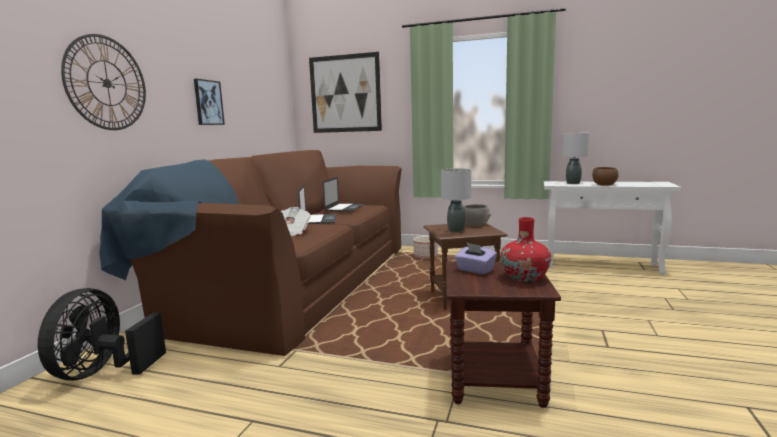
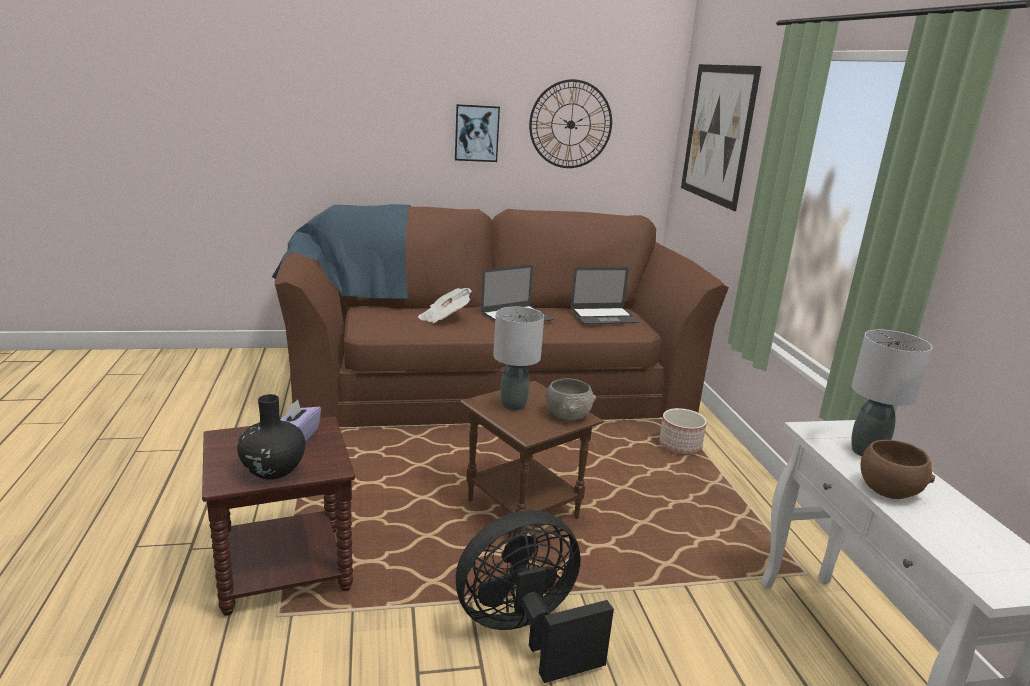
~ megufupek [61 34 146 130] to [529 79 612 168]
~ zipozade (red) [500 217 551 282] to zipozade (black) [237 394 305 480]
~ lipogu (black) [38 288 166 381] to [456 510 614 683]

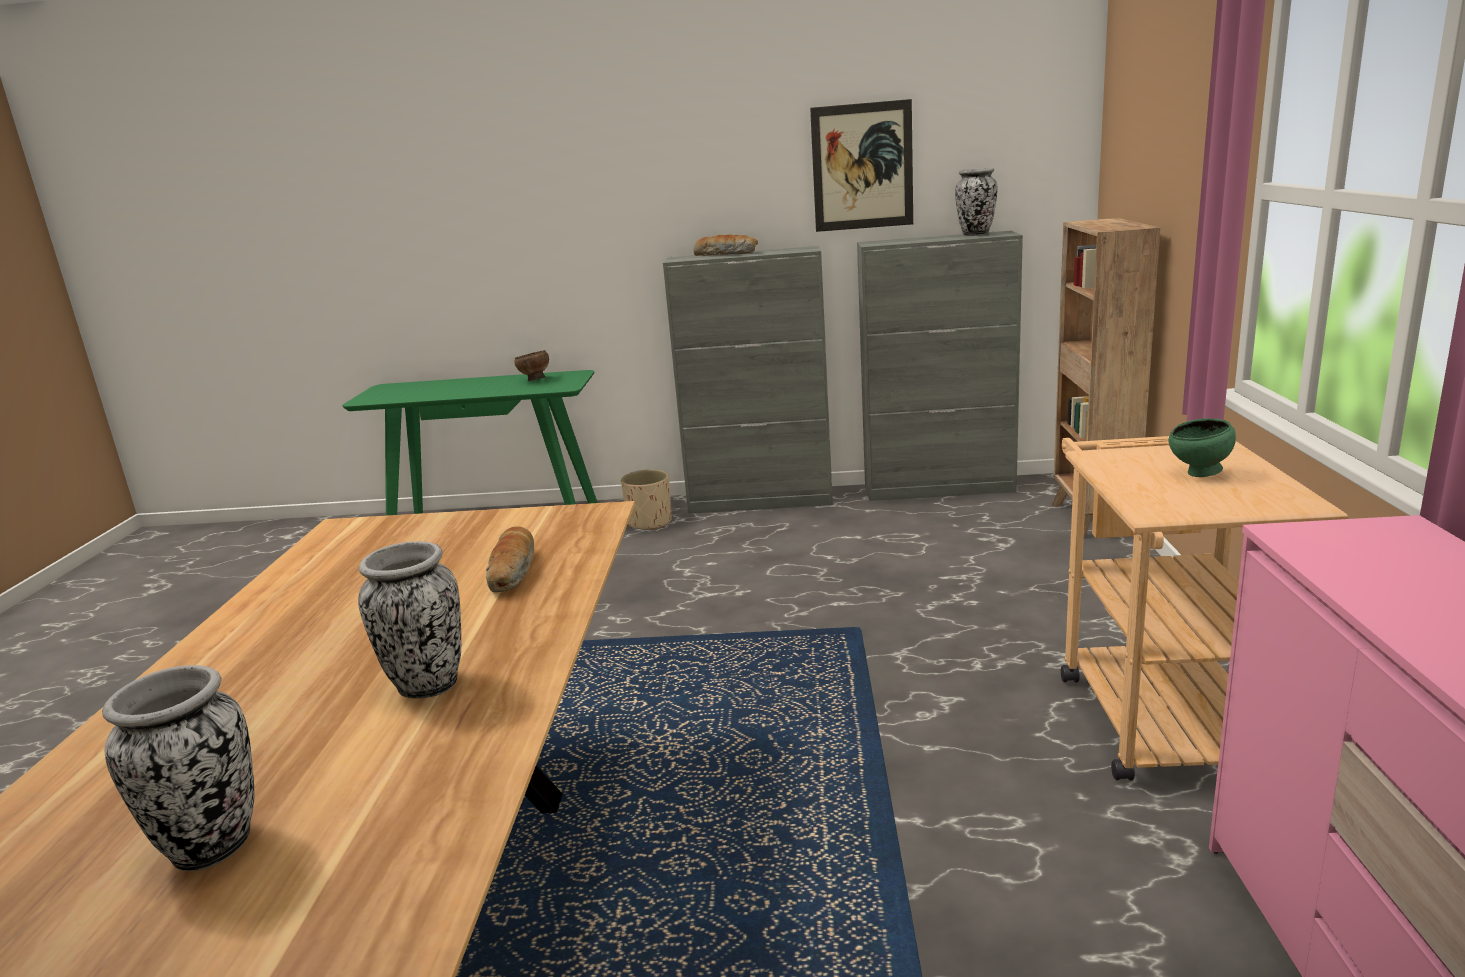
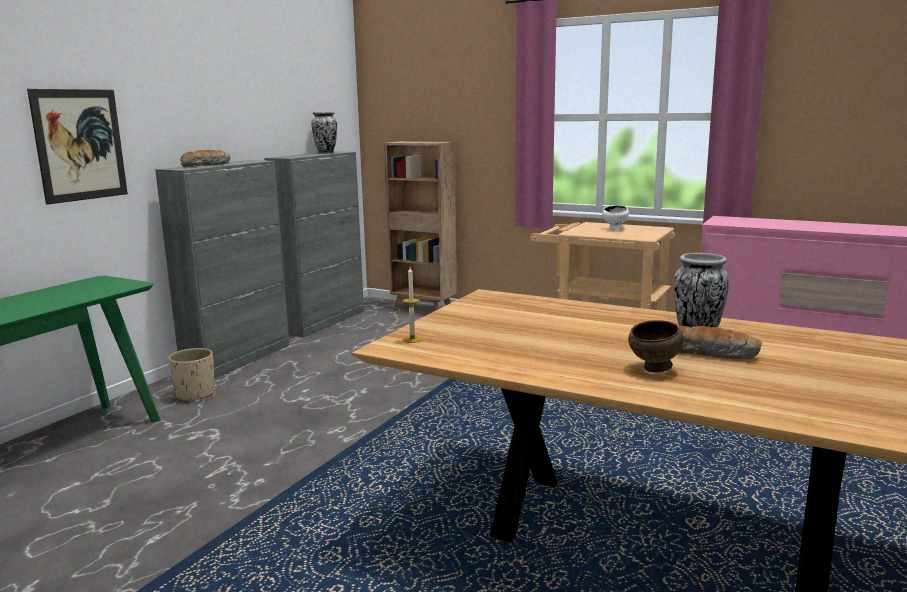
~ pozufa [810 99 913 232] to [27 89 128 205]
~ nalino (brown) [514 350 549 381] to [628 320 683 373]
~ nalino (green) [1169 418 1236 477] to nalino (white) [602 205 629 230]
~ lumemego [486 526 534 593] to [678 326 762 359]
- zipozade [102 665 255 871]
+ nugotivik [403 267 422 343]

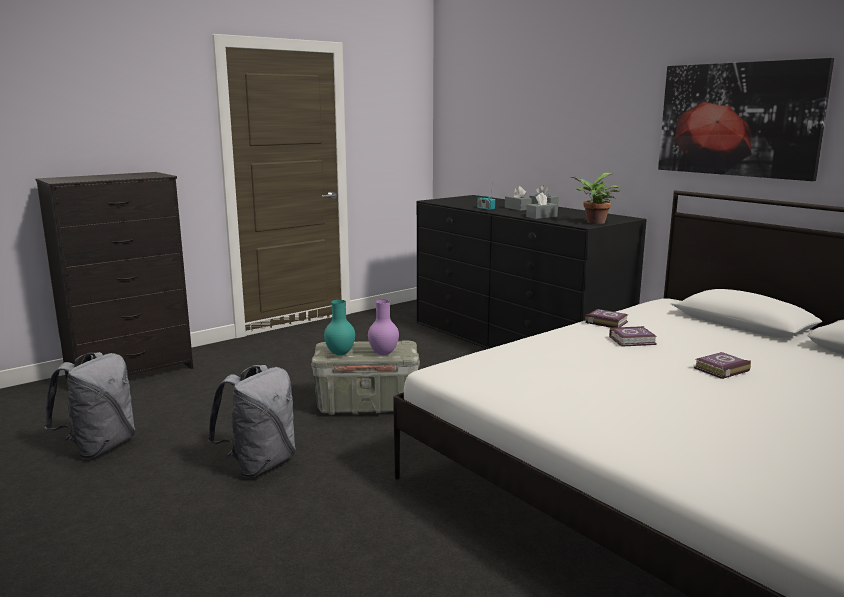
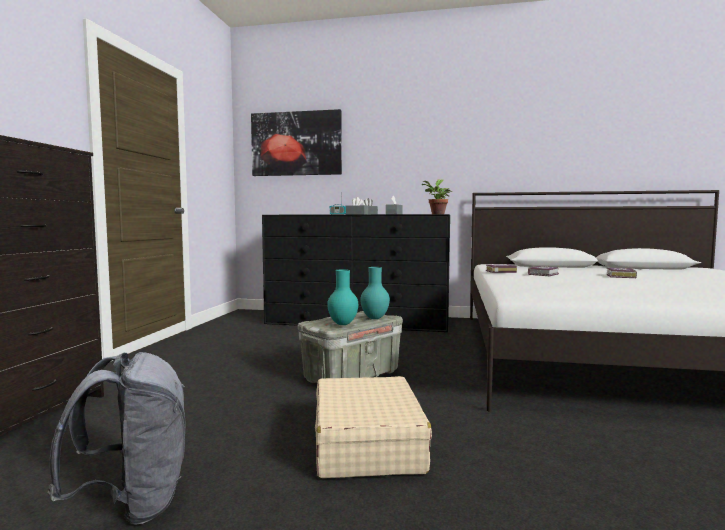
~ pozufa [658 58 834 181] to [251 109 342 176]
~ zipozade (purple) [368 300 399 355] to zipozade (turquoise) [360 267 390 319]
~ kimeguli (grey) [207 365 296 477] to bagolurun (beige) [315 376 432 478]

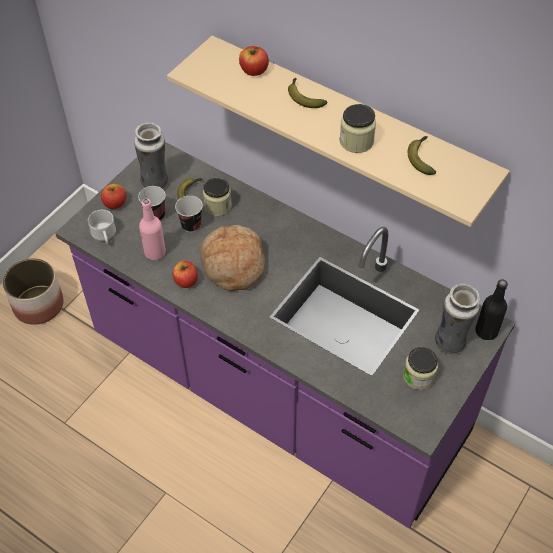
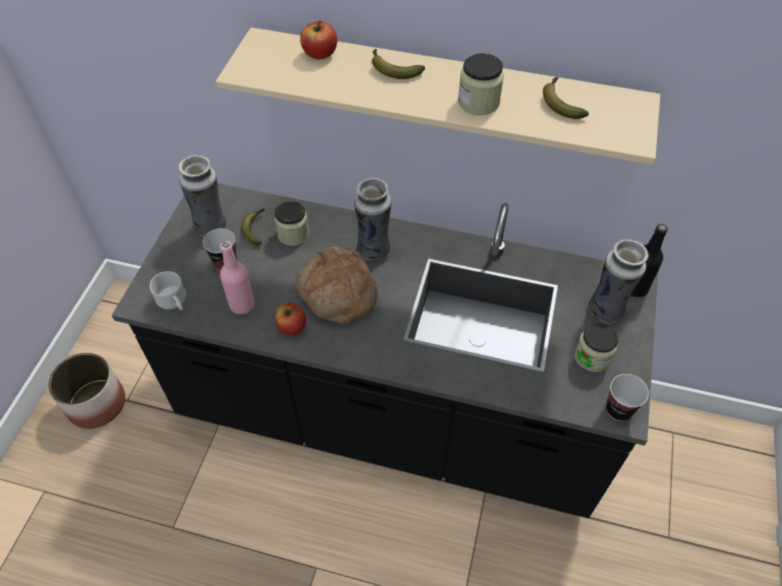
~ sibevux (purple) [55 142 515 528] to sibevux (black) [111 183 658 518]
- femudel [101 184 127 209]
~ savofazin [175 196 203 232] to [606 374 649 421]
+ zipozade [354 178 392 262]

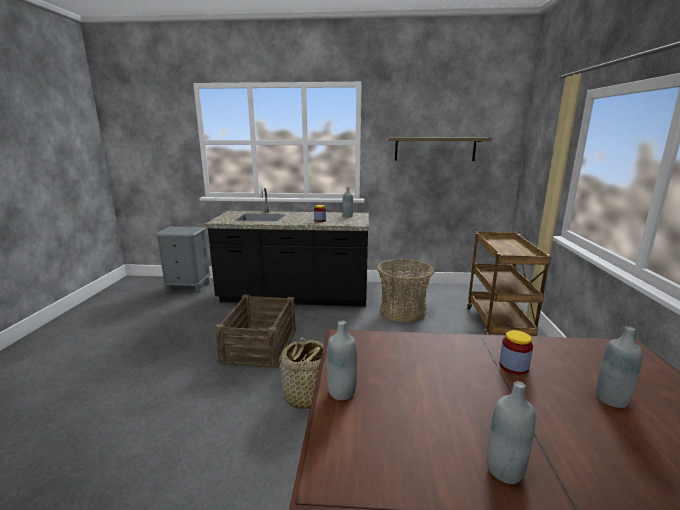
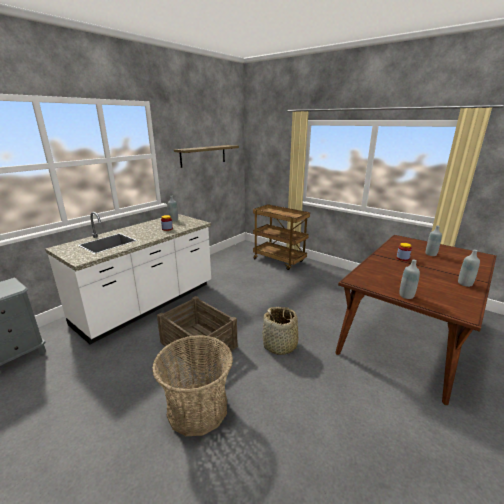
~ sibevux (black) [205 187 369 307] to sibevux (white) [45 212 211 344]
~ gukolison [377 259 434 323] to [152 335 233 436]

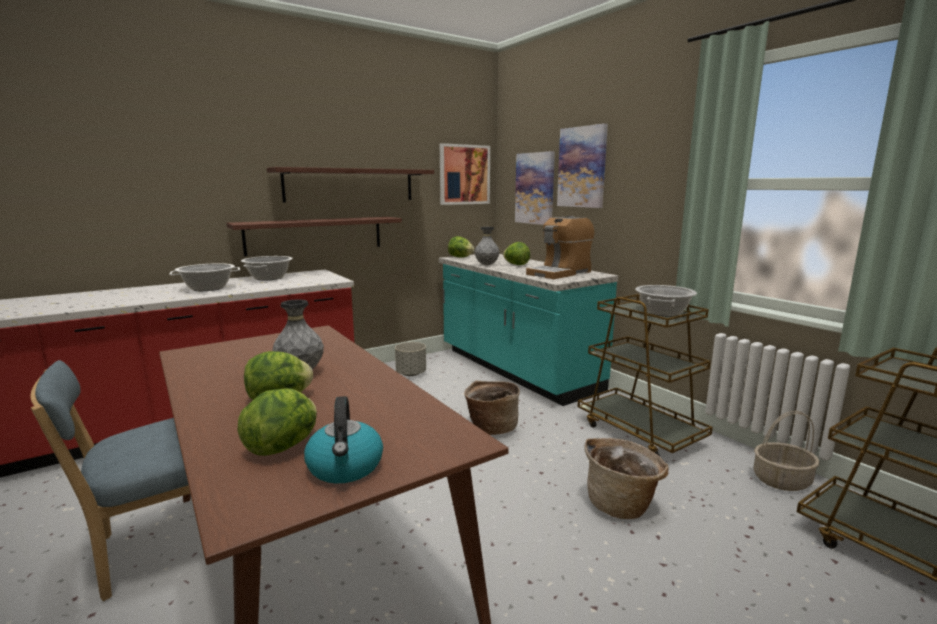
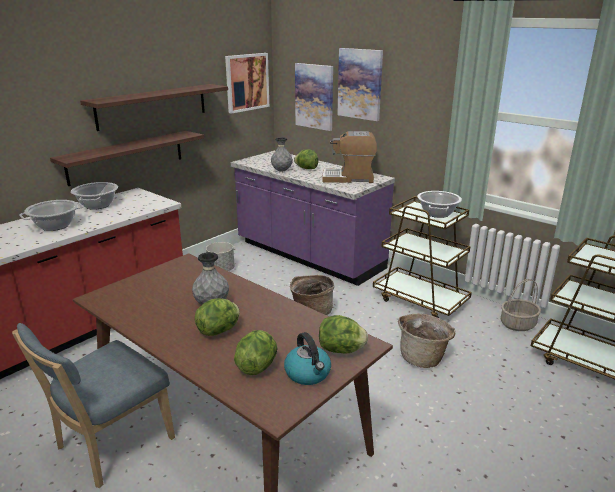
~ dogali [526 216 594 279] = [322 131 377 183] 60 degrees clockwise
~ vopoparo [448 236 474 258] to [319 315 368 353]
~ sibevux (turquoise) [439 254 618 406] to sibevux (purple) [231 151 395 286]

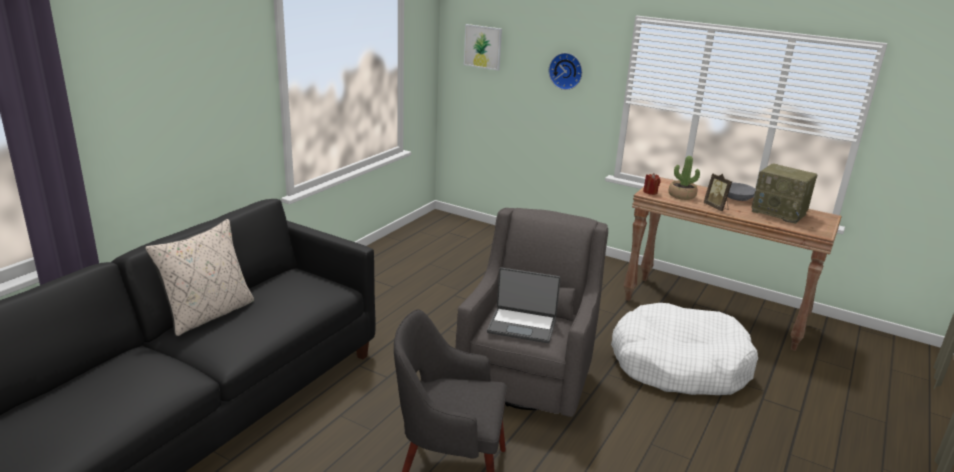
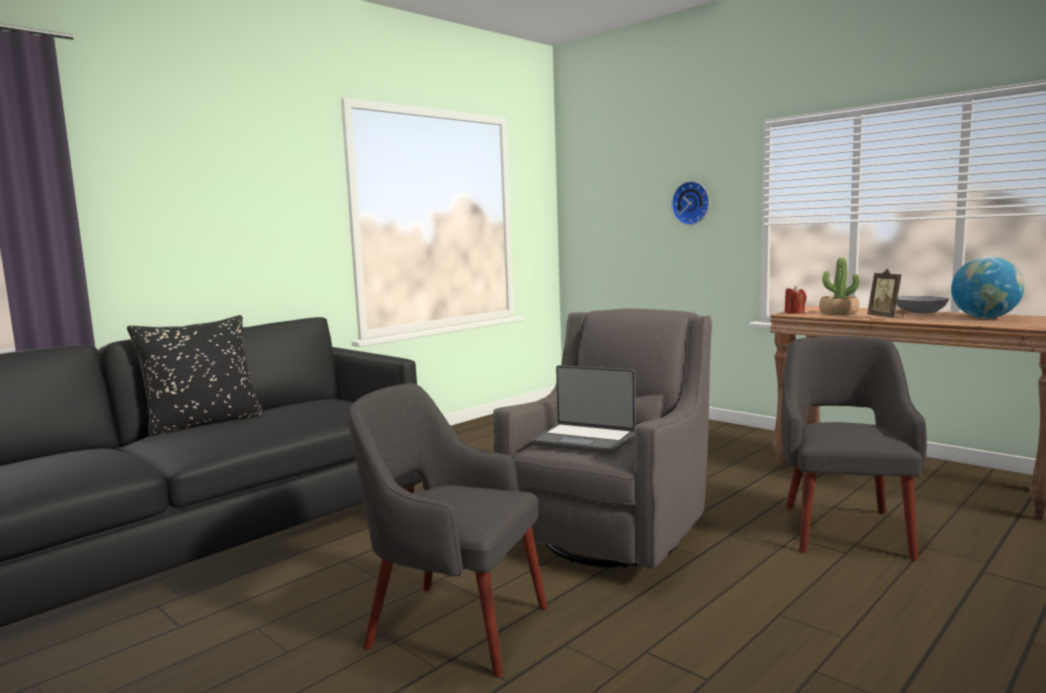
- pozufa [464 24 502 71]
~ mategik [751 163 817 224] to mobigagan [951 257 1024 319]
~ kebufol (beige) [145 219 254 336] to kebufol (black) [127 315 264 437]
~ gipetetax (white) [611 303 758 395] to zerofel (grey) [781 336 927 560]

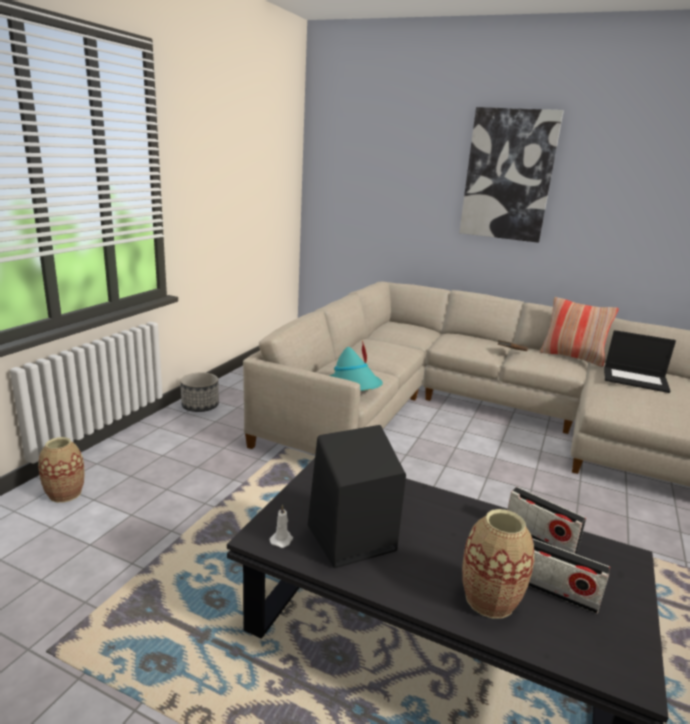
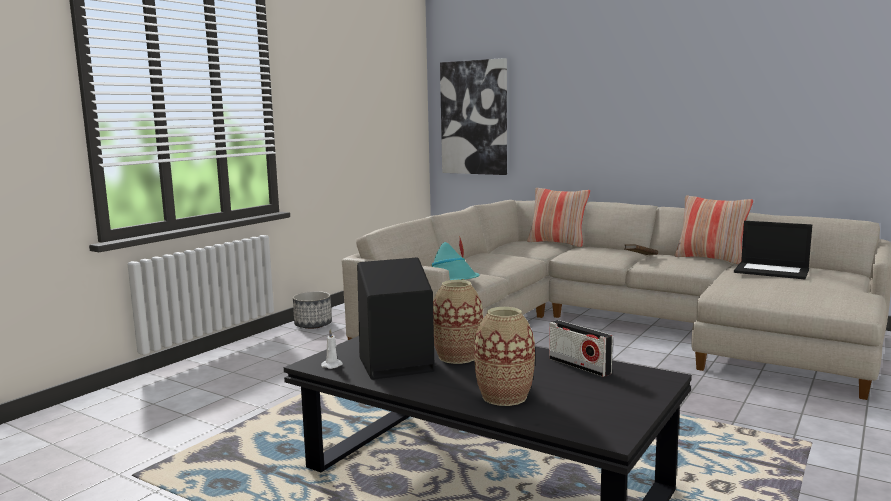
~ pozufa [459 107 564 243] to [440 58 507 175]
~ zipozade [38 437 85 503] to [433 280 483 364]
- mategik [528 538 610 614]
+ kebufol [527 188 590 247]

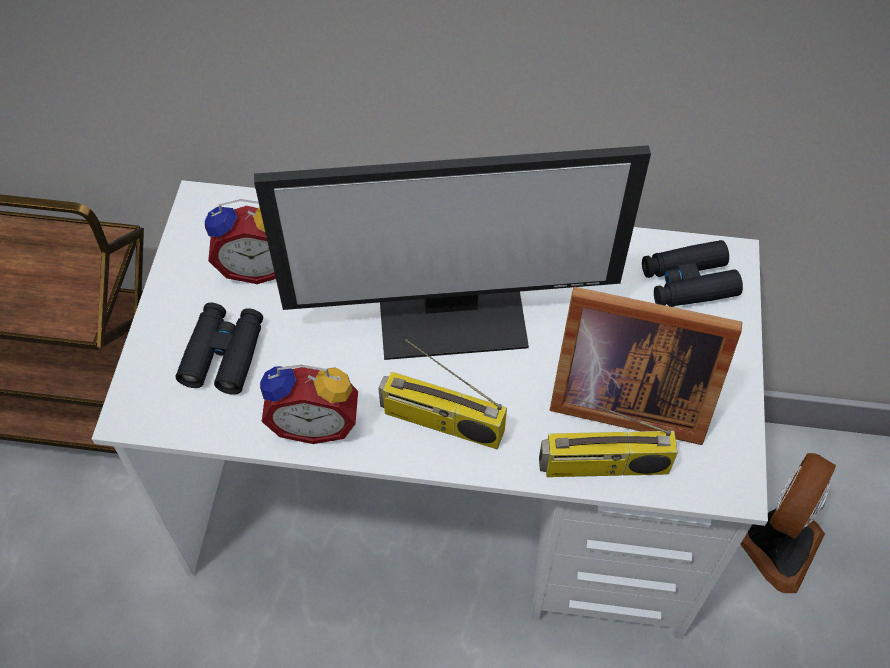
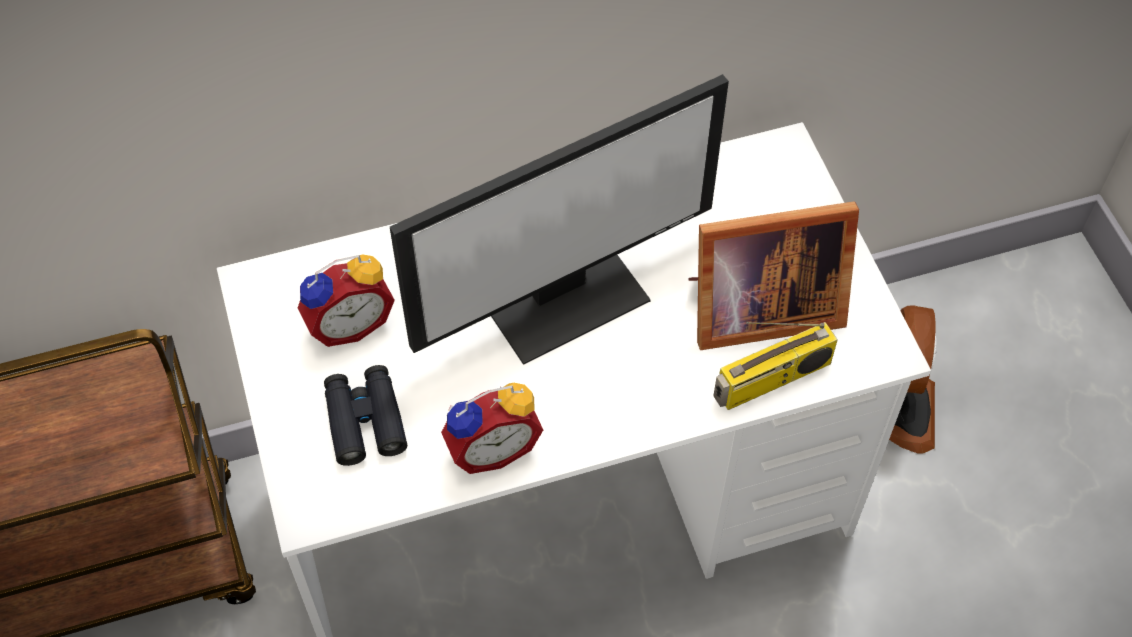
- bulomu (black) [642 240 743 307]
- mategik [378 339 507 449]

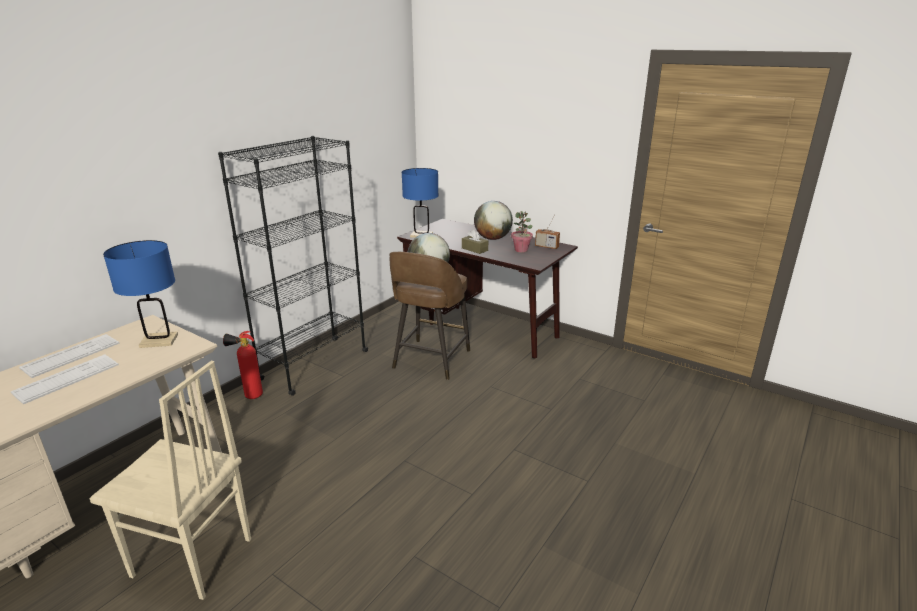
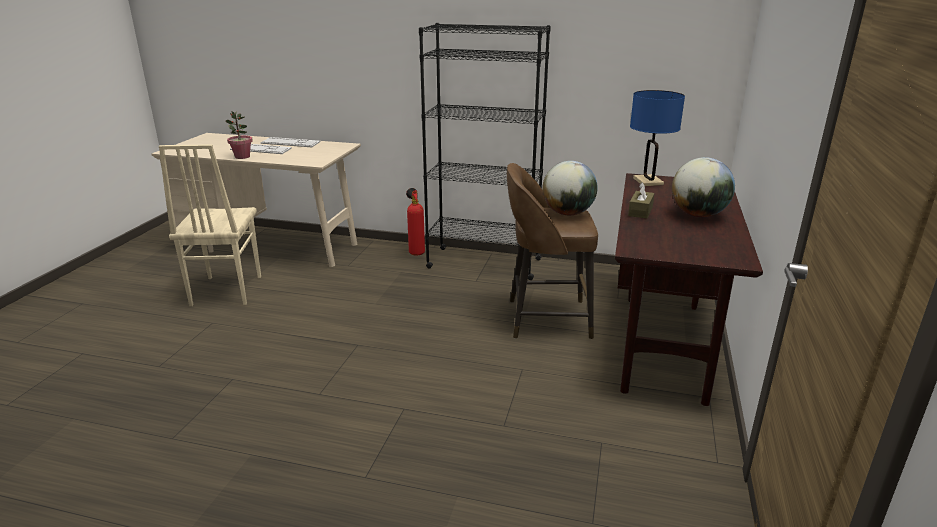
~ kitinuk [511 211 533 253] to [225 111 253 159]
- mategik [535 214 560 249]
- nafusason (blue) [103 240 178 348]

